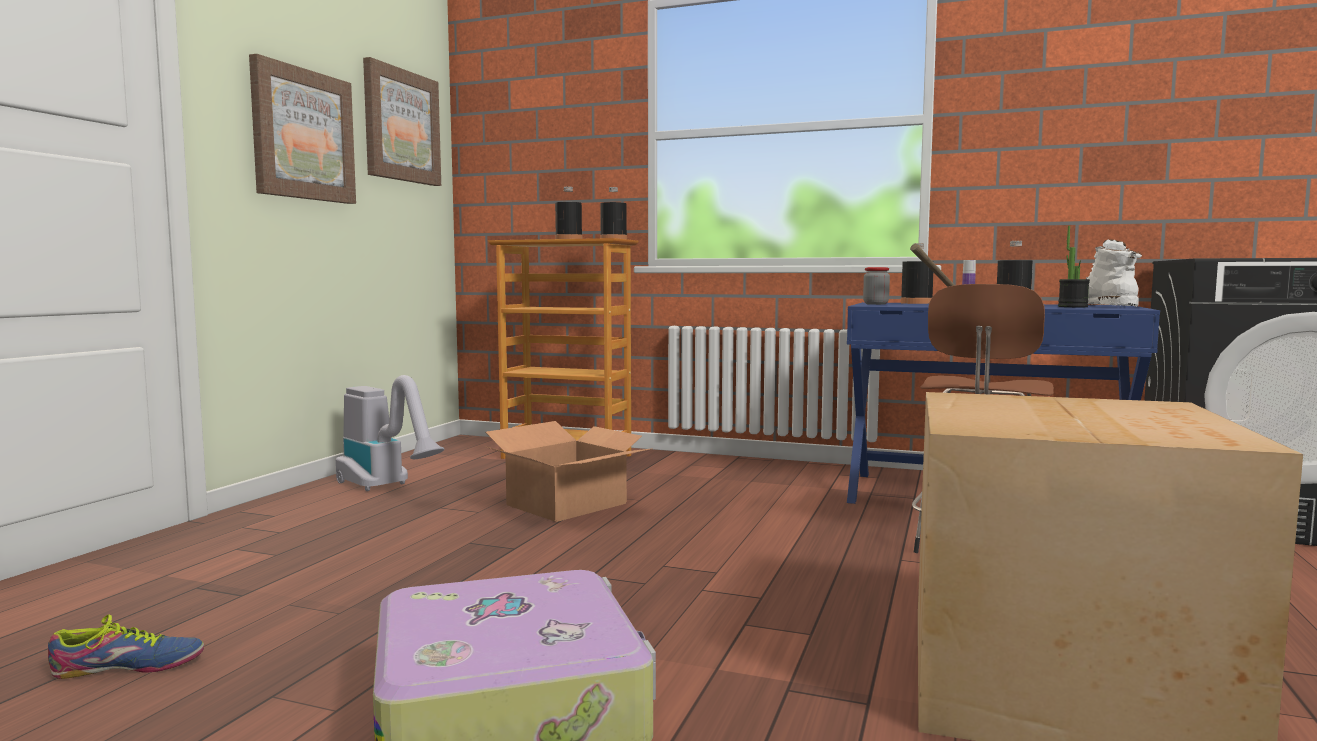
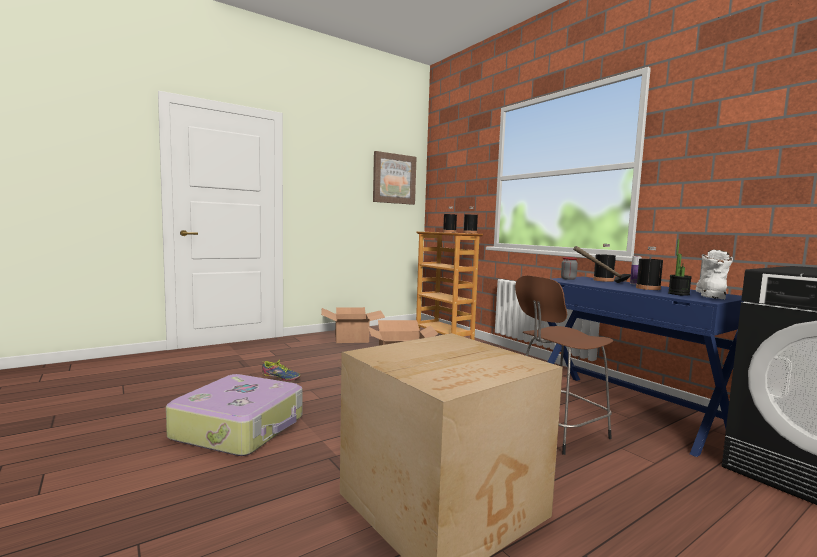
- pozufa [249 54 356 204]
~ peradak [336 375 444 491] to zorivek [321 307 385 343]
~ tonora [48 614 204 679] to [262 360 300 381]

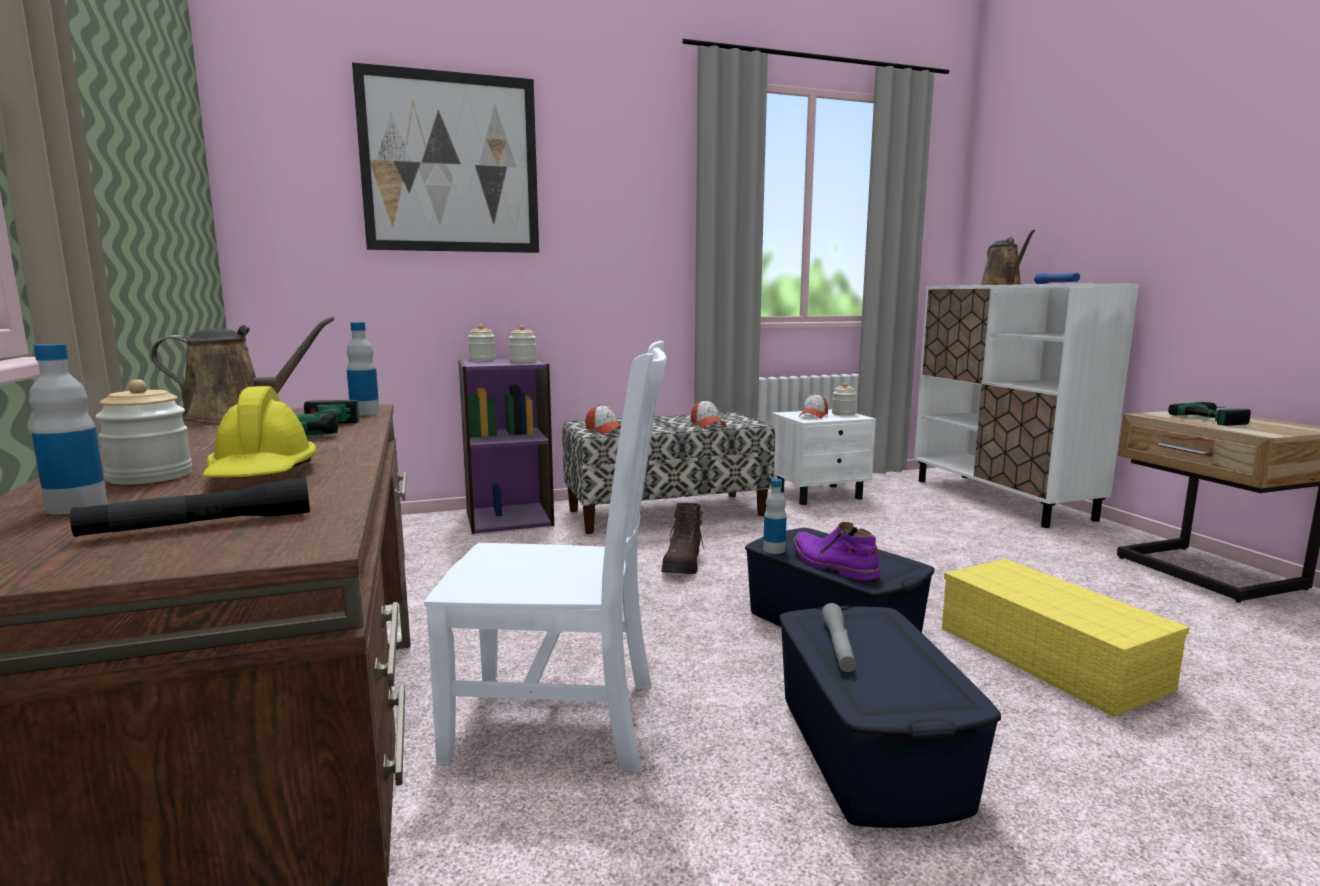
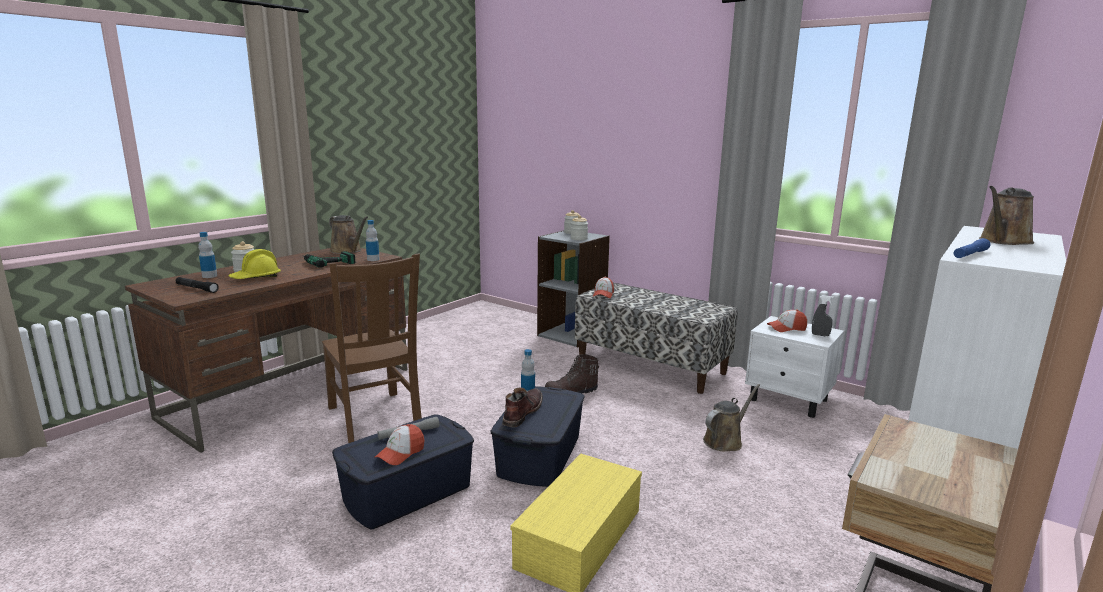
- pozufa [352 63 539 253]
~ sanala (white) [424 341 667 773] to sanala (brown) [322 254 422 443]
~ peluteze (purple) [458 358 554 534] to peluteze (grey) [537 230 610 347]
~ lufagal [832 383 857 416] to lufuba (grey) [812 295 834 336]
~ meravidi [691 400 726 428] to [375 424 424 465]
- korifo [1168 402 1251 426]
~ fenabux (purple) [793 522 881 580] to fenabux (brown) [502 388 543 427]
+ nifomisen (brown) [703 384 760 451]

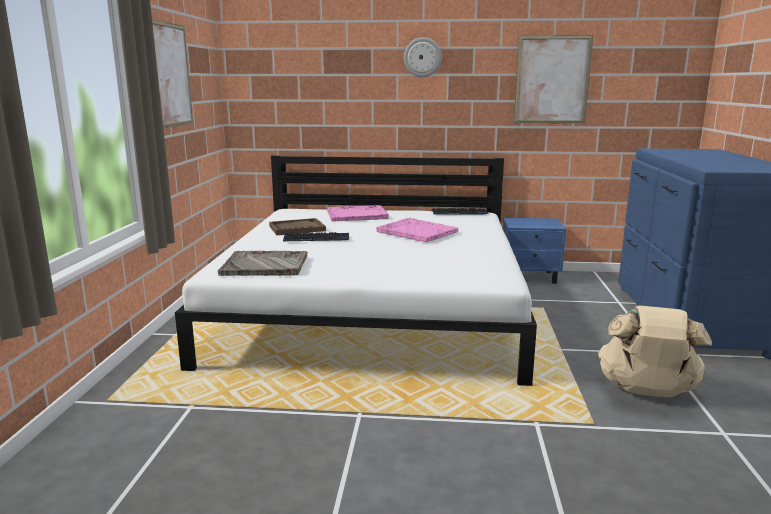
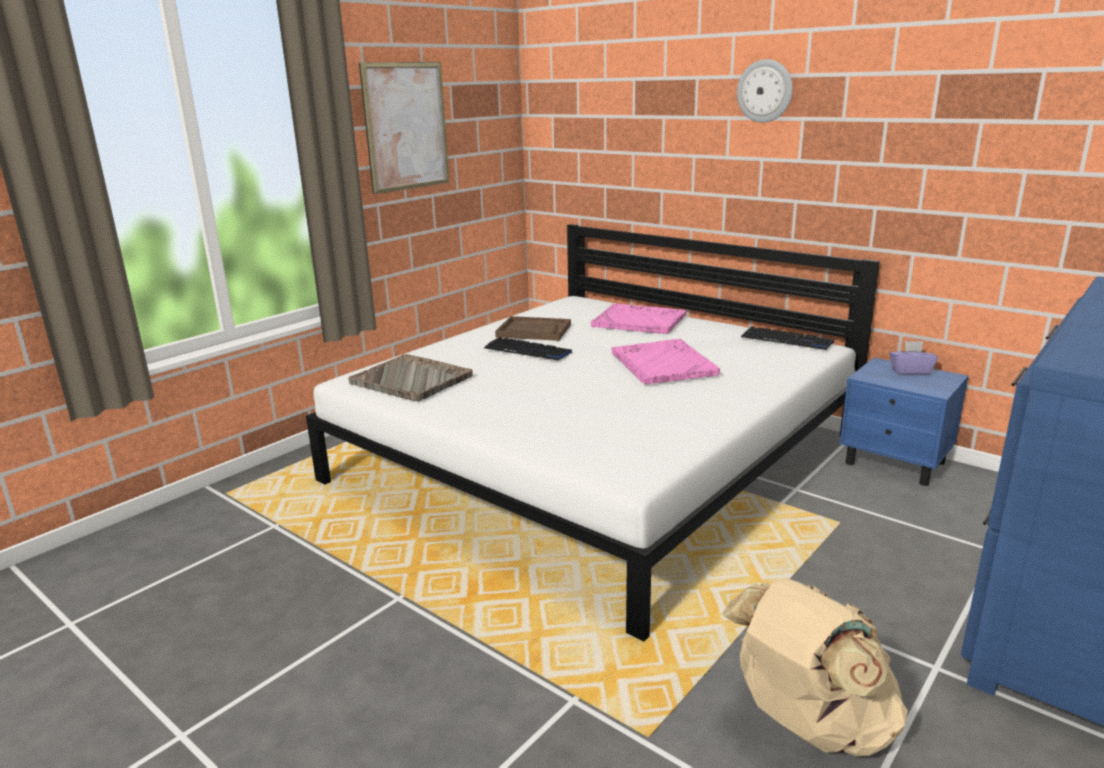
- pozufa [514 35 593 124]
+ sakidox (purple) [889 341 938 375]

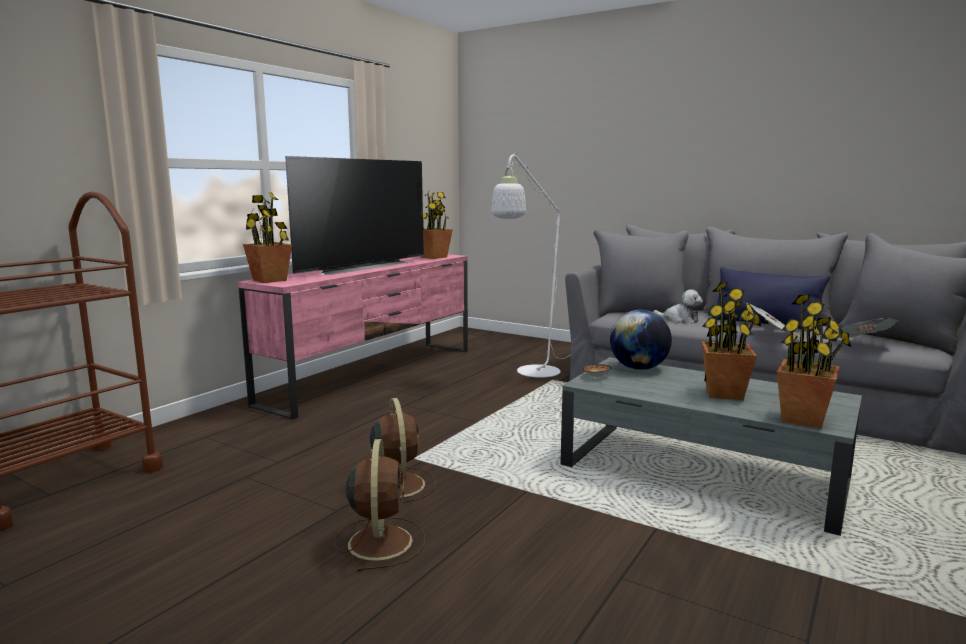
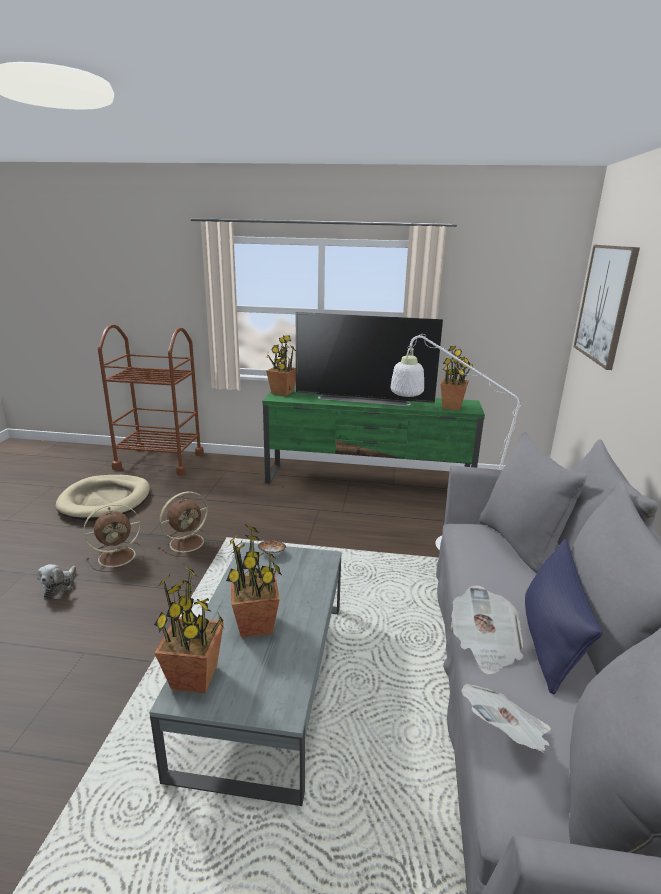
~ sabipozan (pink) [238 255 468 420] to sabipozan (green) [262 390 485 484]
~ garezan [653 289 703 323] to [37 564 76 599]
- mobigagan [610 310 672 370]
+ pozufa [573 245 640 370]
+ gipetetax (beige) [55 475 150 521]

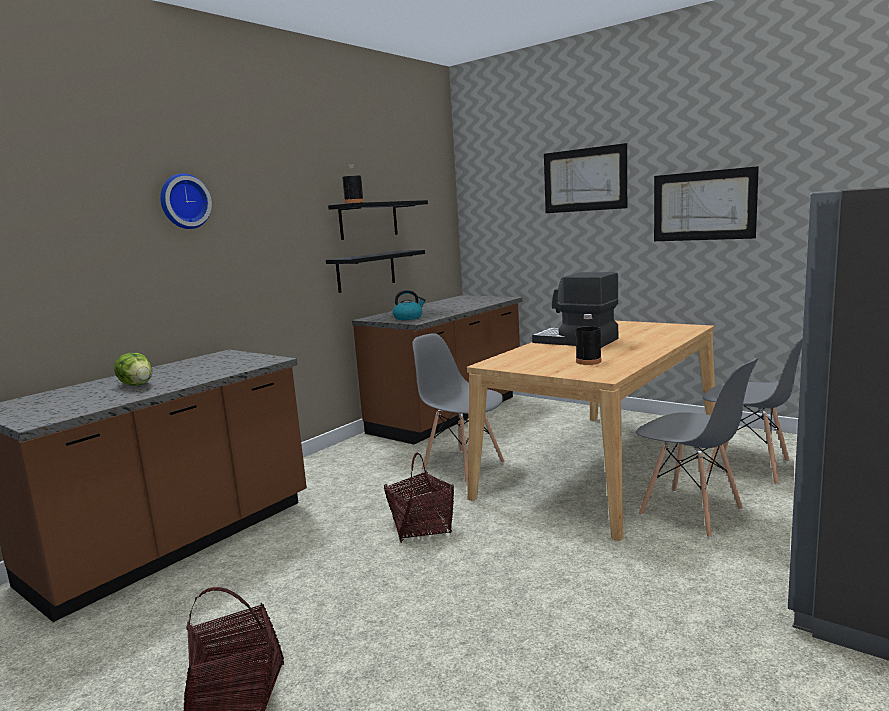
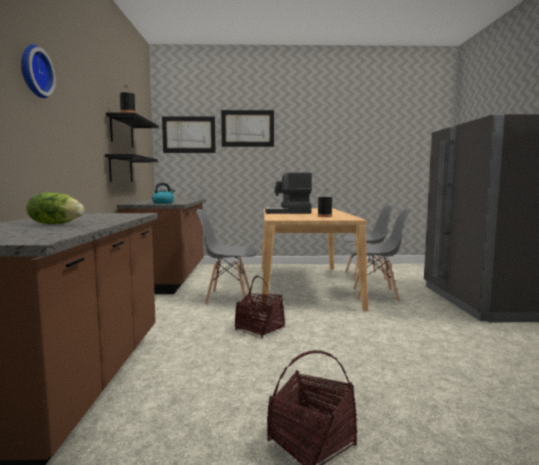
~ pozufa [654 166 759 241] to [162 116 216 153]

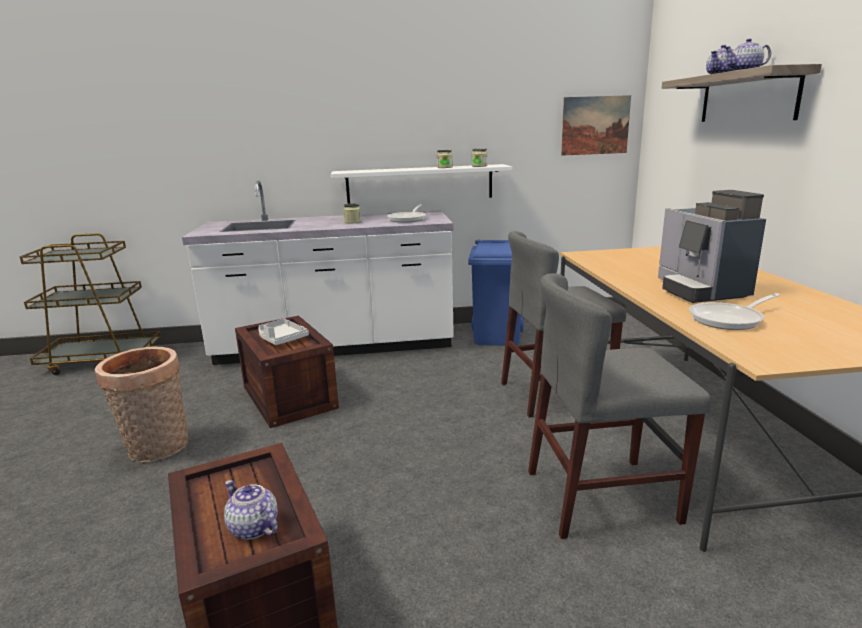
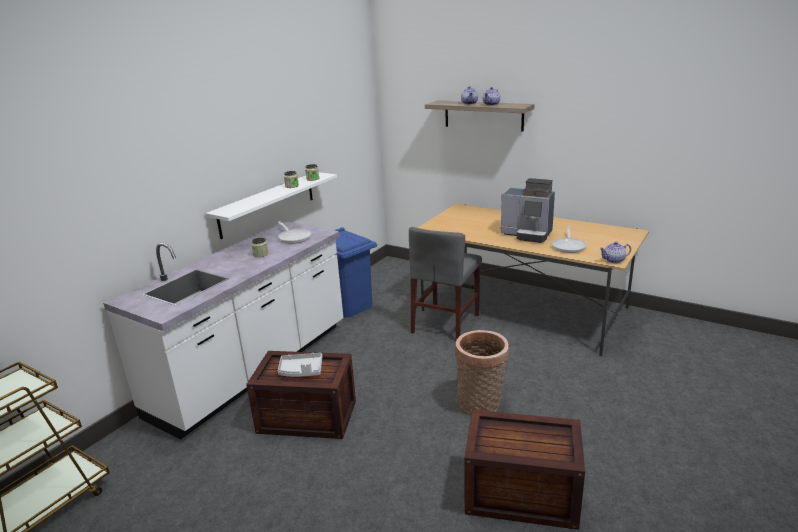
- pozufa [561 95 631 156]
- sanala (grey) [528 273 711 539]
~ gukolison [95 347 188 462] to [455 330 509 414]
~ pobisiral [224 480 278 540] to [599 242 631 263]

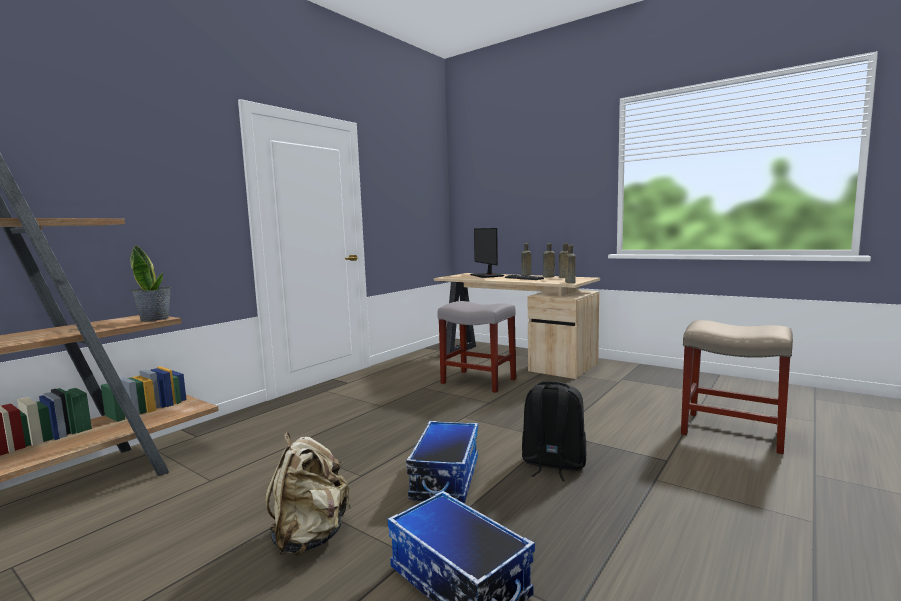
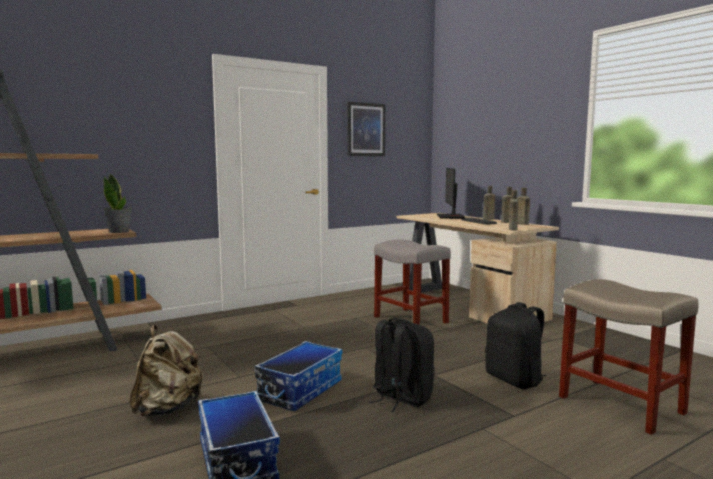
+ pozufa [347 102 385 156]
+ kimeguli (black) [485 302 546 389]

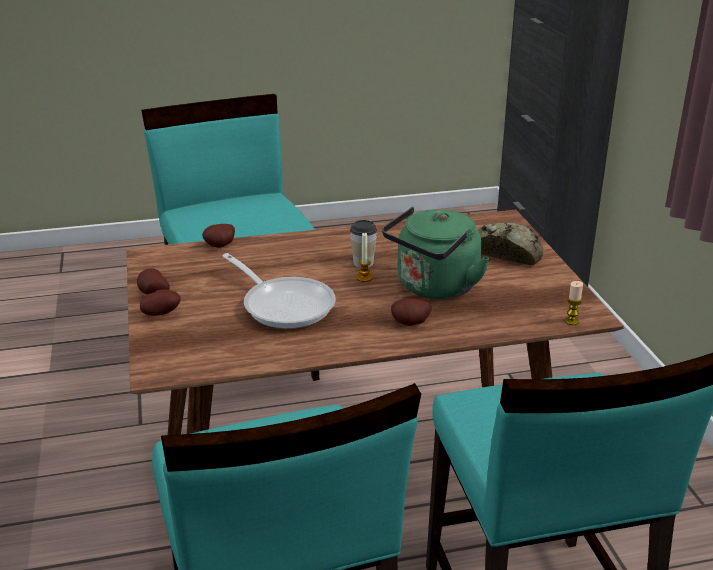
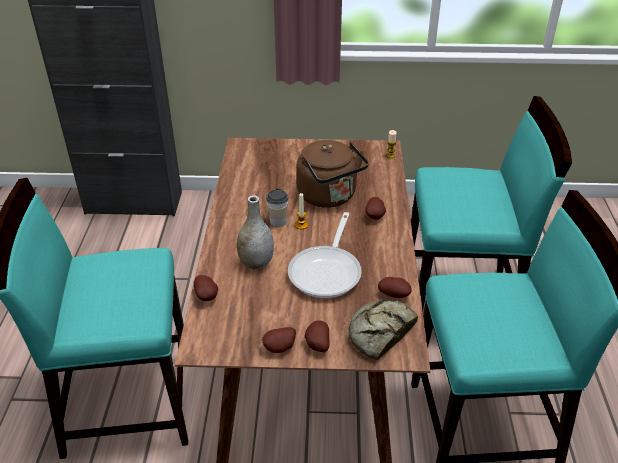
~ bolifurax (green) [382 207 490 299] to bolifurax (brown) [296 140 369 208]
~ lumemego [477 222 543 265] to [349 300 418 360]
~ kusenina [222 253 336 329] = [288 212 362 298] 135 degrees clockwise
+ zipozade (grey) [237 195 274 269]
+ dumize [378 277 412 298]

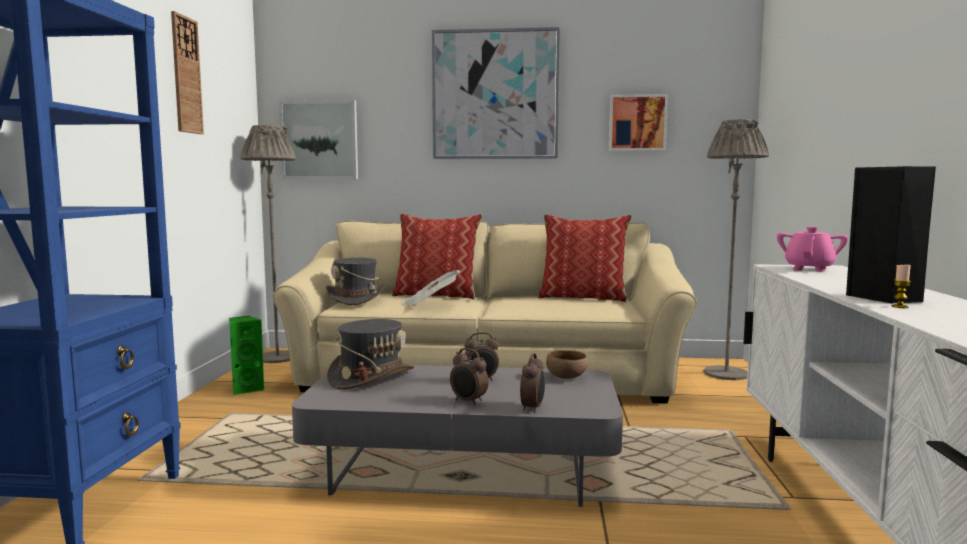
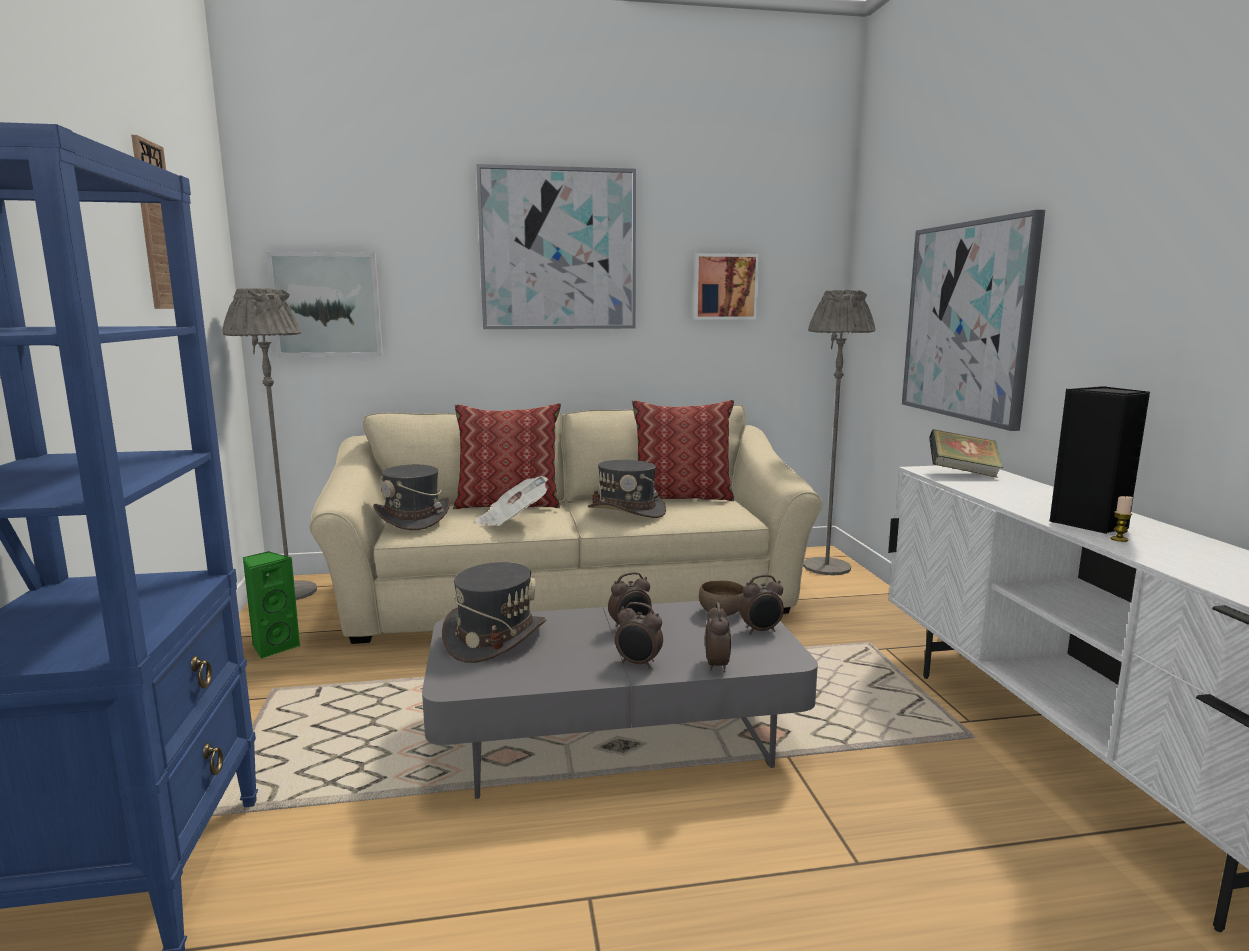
~ pobisiral (pink) [777 226 848 272] to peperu [929 429 1003 478]
+ pozufa [902 210 1045 431]
+ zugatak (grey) [588 460 666 518]
+ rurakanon [739 575 784 634]

